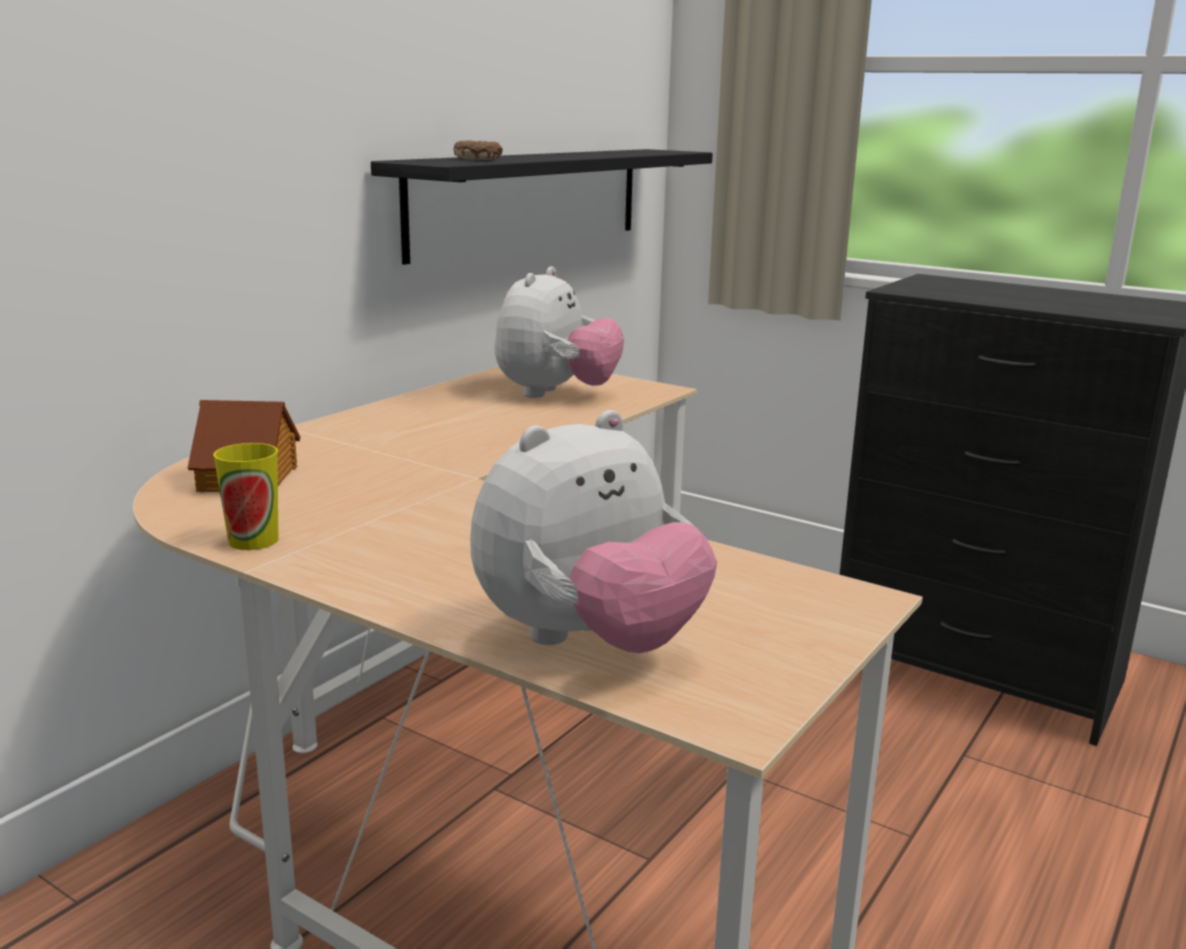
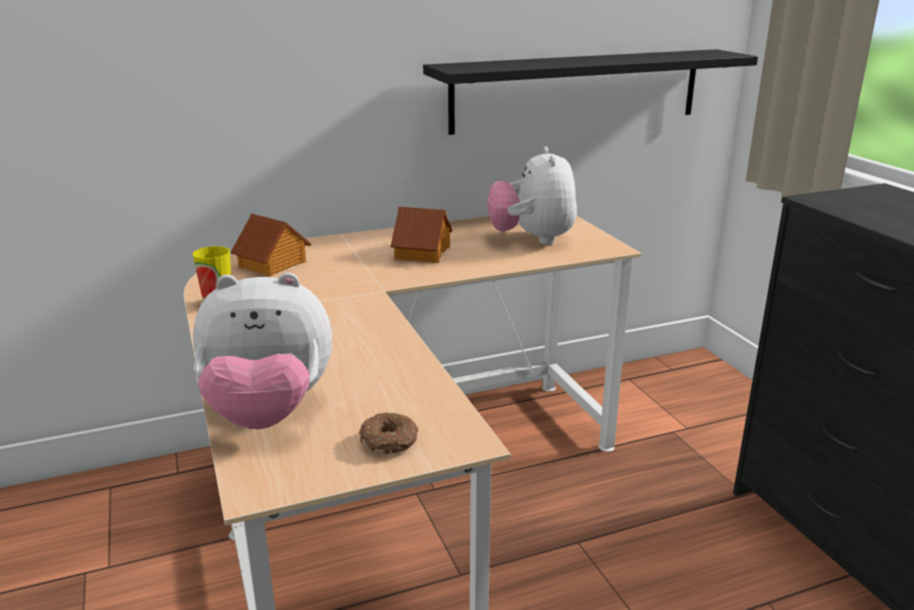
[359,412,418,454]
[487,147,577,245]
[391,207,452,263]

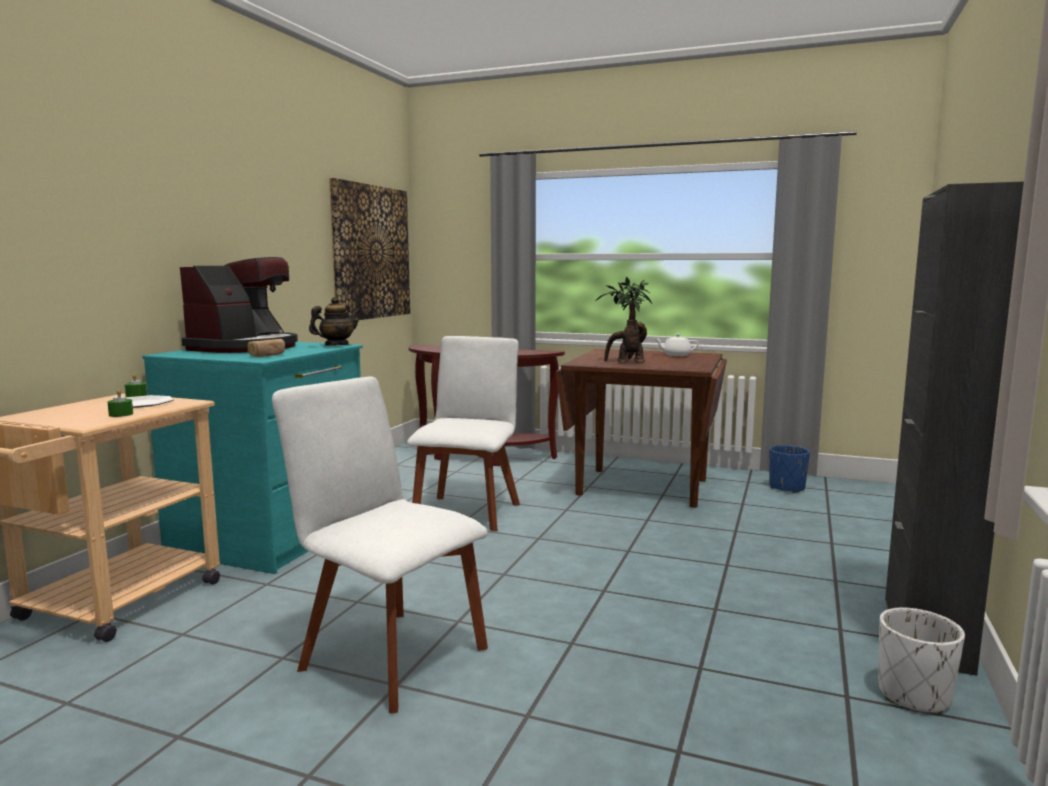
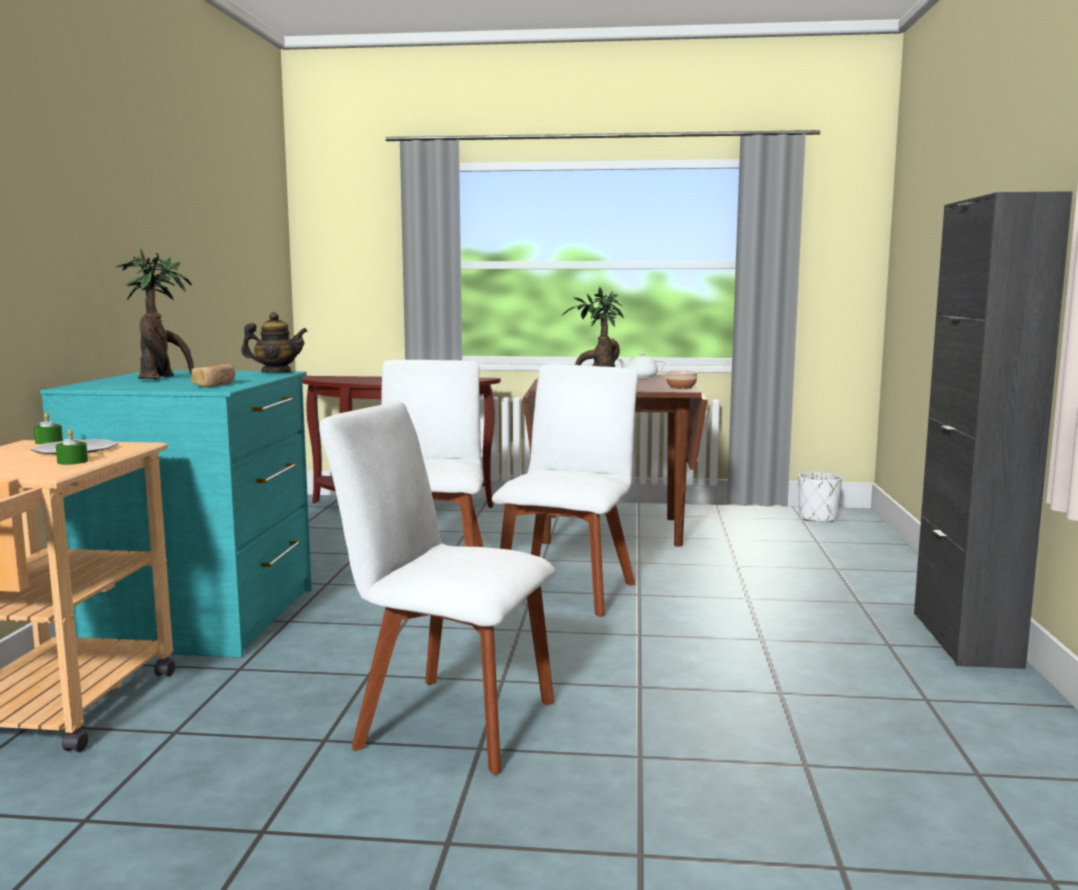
[116,248,194,379]
[241,312,308,373]
[329,178,410,320] (first image)
[769,445,810,493] (first image)
[798,472,842,522]
[492,364,638,617]
[666,371,698,389]

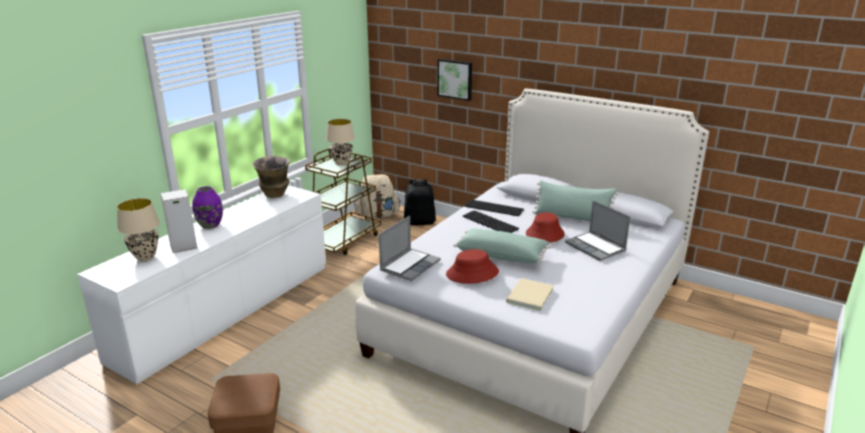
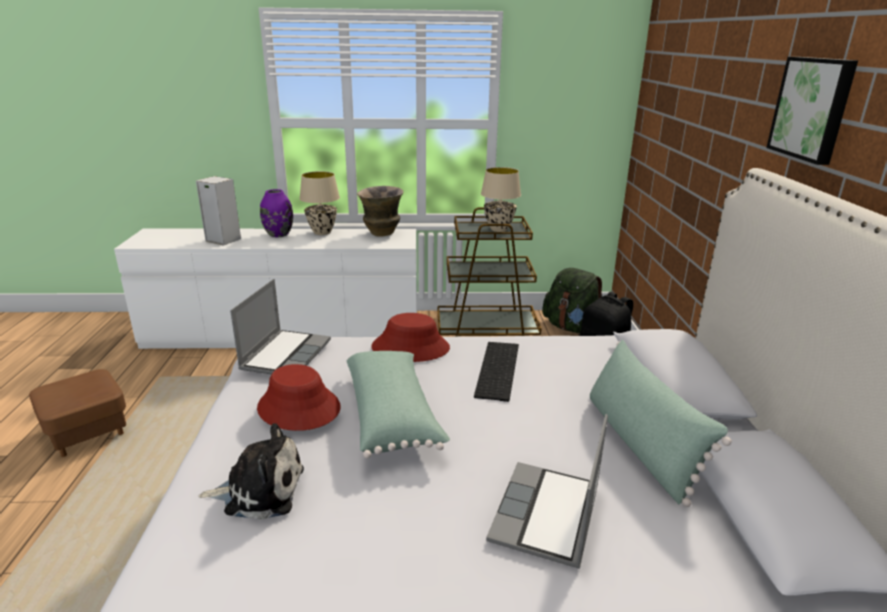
[299,171,340,235]
[542,268,603,333]
[230,279,331,374]
[766,57,858,165]
[465,199,524,216] (first image)
[198,423,304,520]
[371,313,450,362]

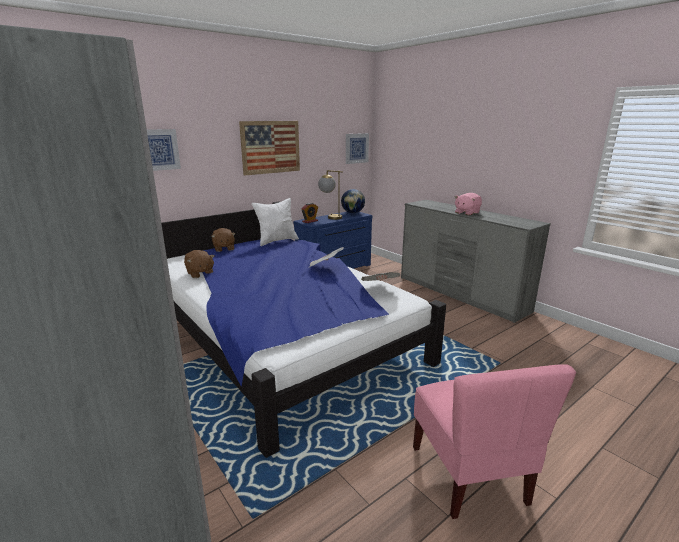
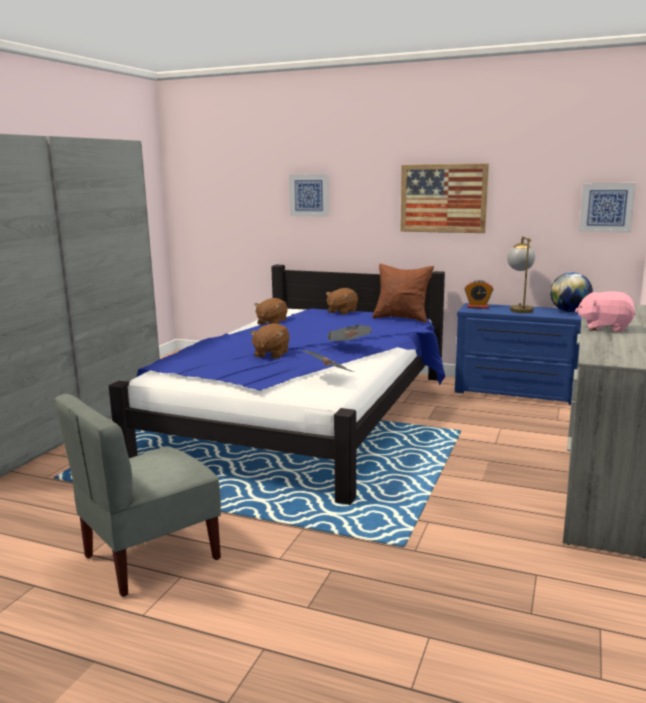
[372,264,434,323]
[54,394,221,597]
[250,323,290,359]

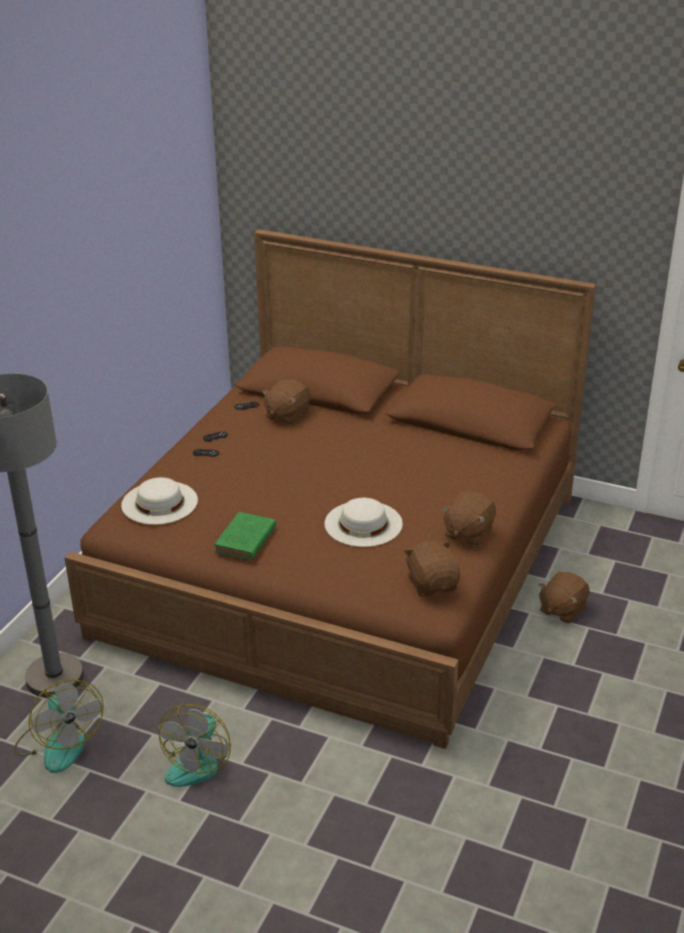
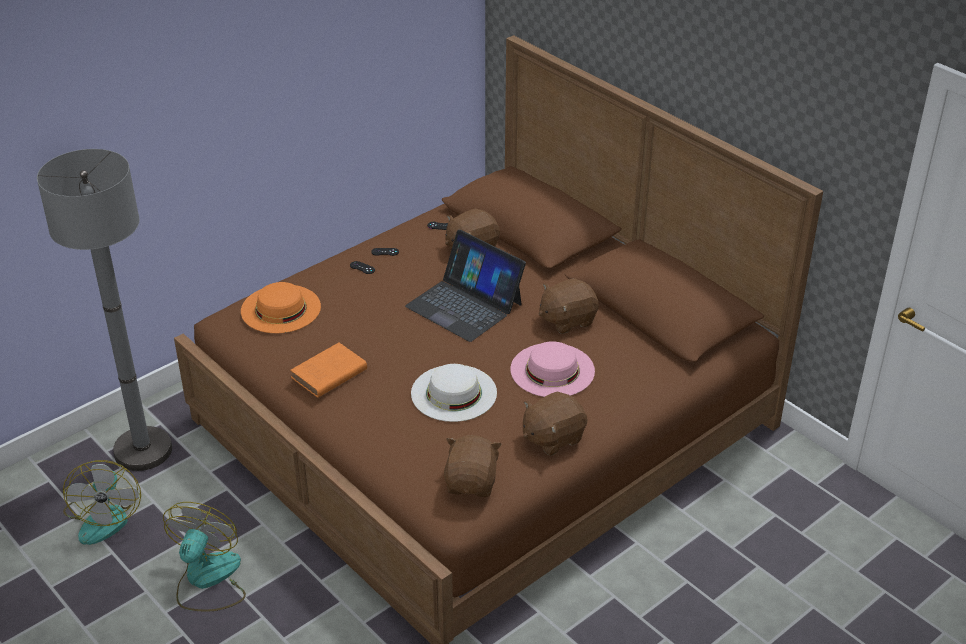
[241,282,321,333]
[163,502,246,611]
[290,343,367,398]
[539,278,599,334]
[405,230,526,342]
[510,341,595,397]

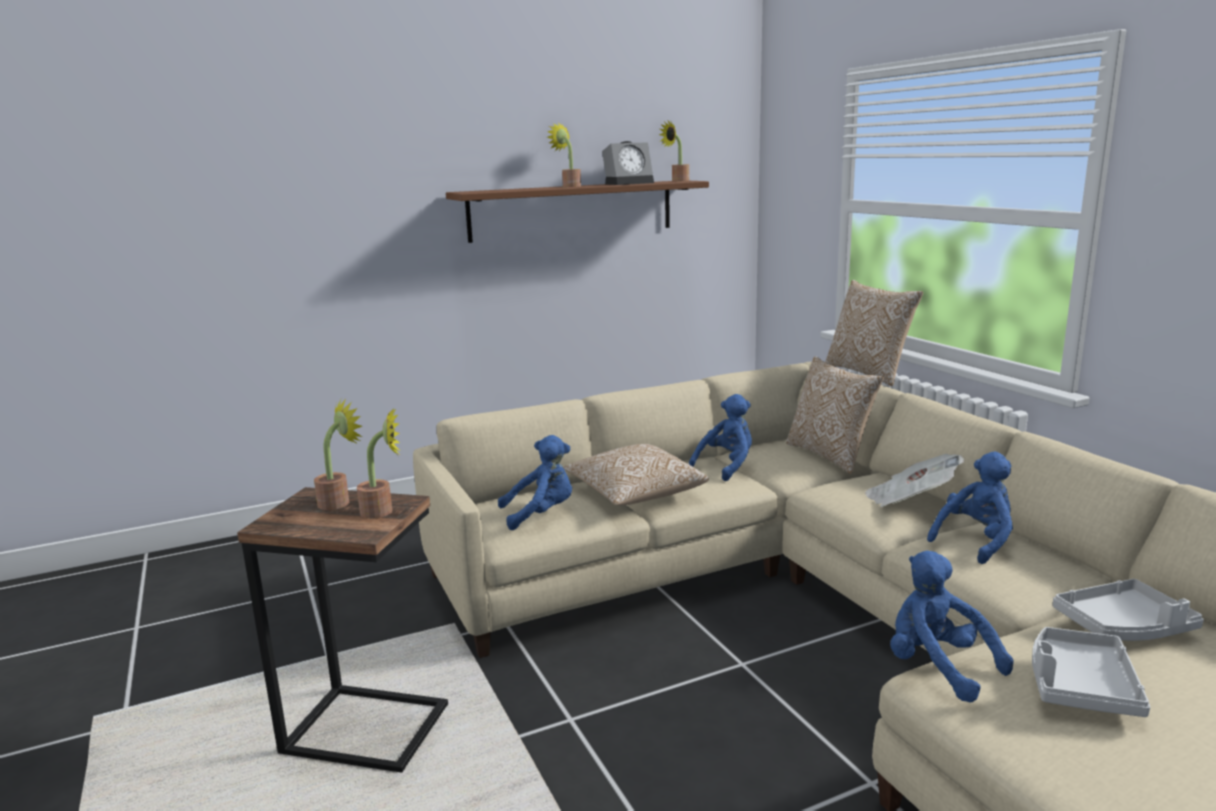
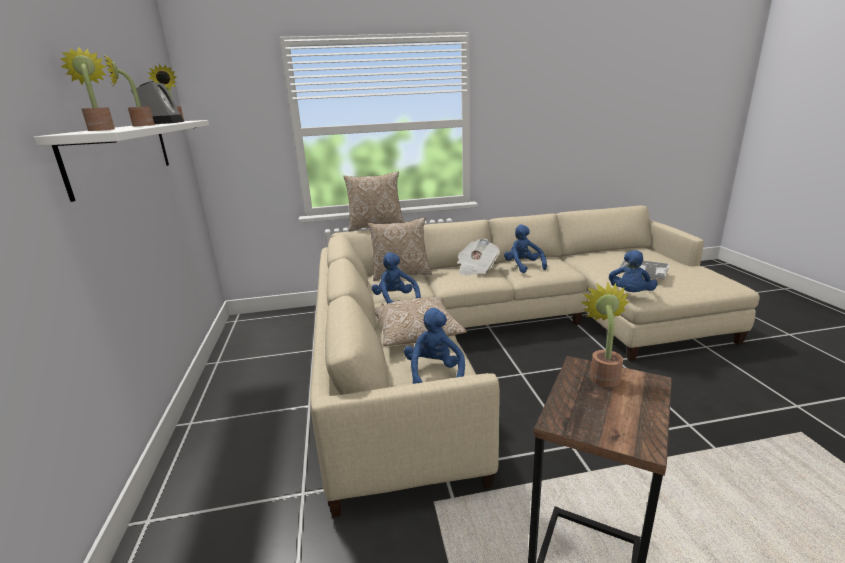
[61,47,115,131]
[34,120,209,202]
[609,250,658,292]
[1053,579,1204,641] (first image)

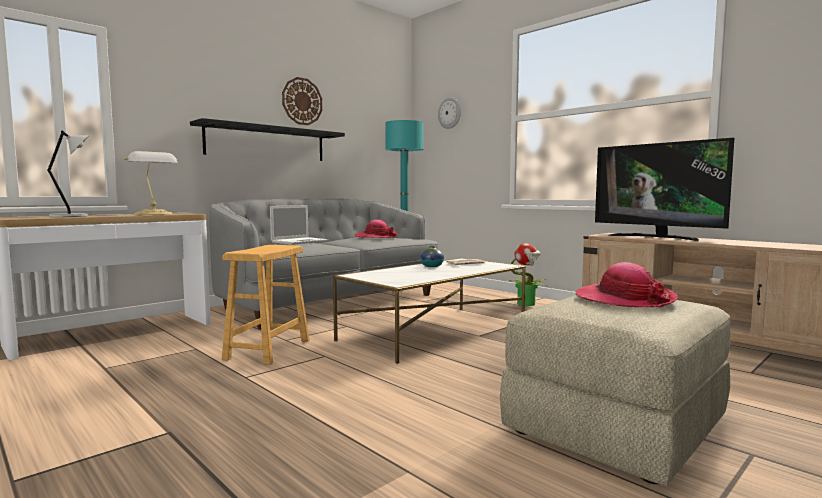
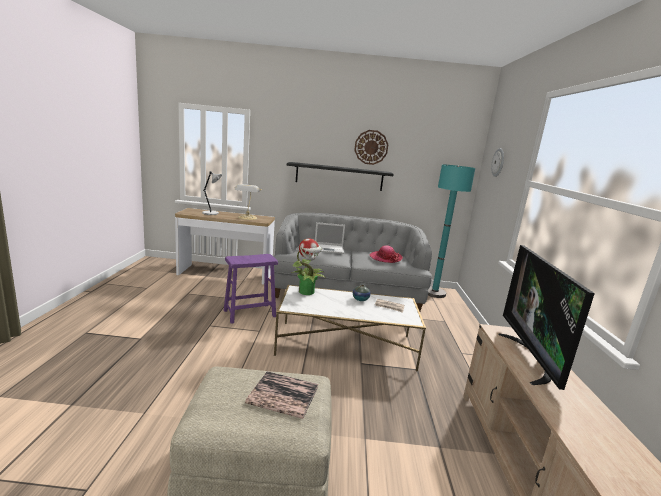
[224,254,278,324]
[292,238,326,295]
[245,371,318,419]

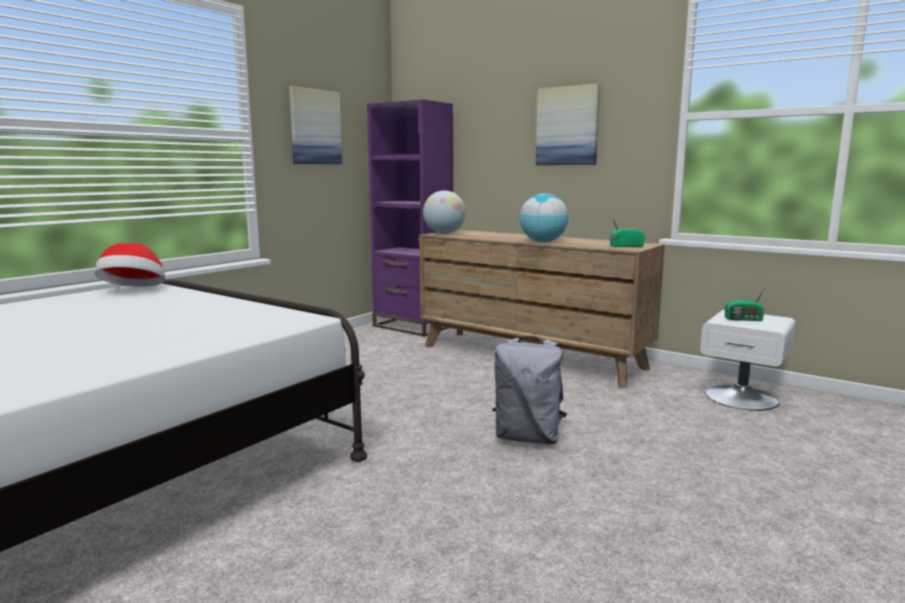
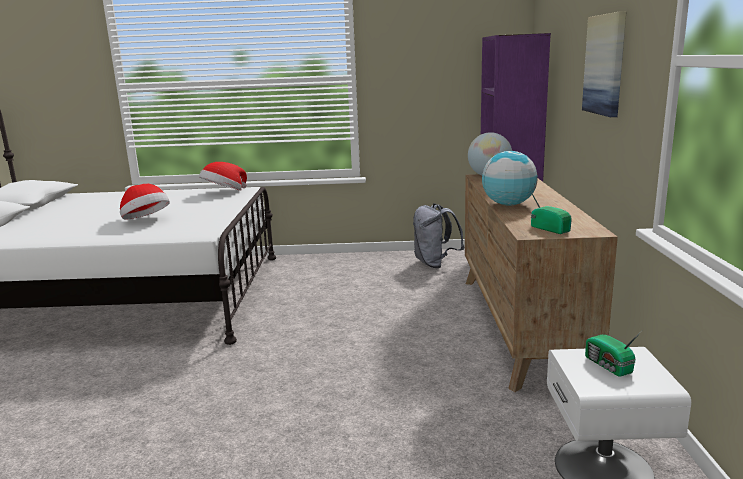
[289,86,342,164] (first image)
[413,203,464,268]
[120,184,170,220]

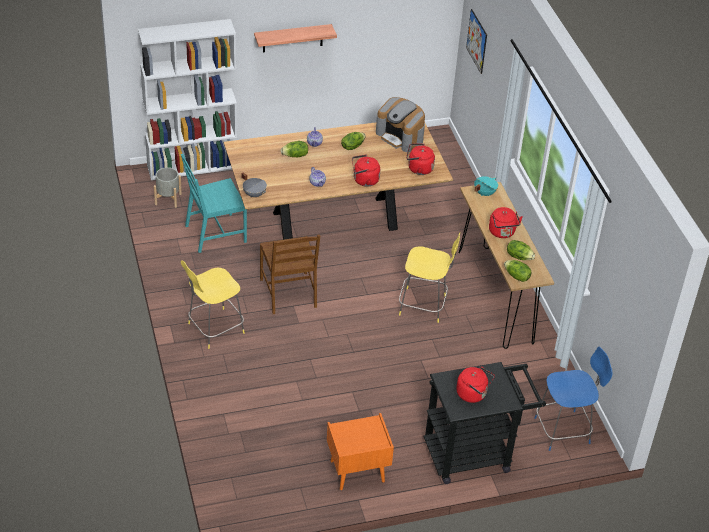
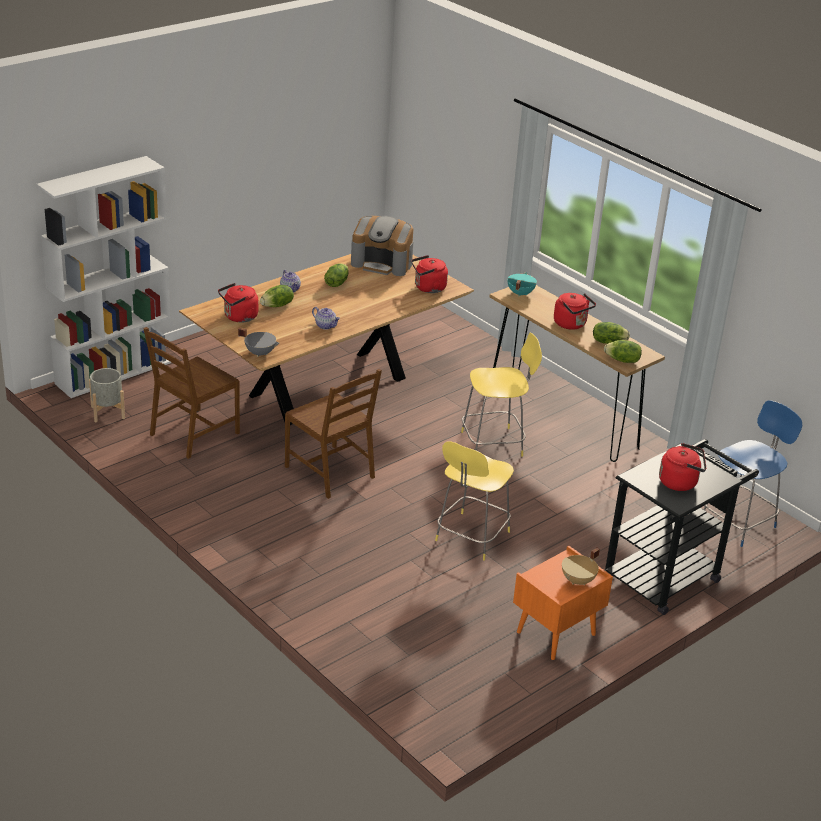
[143,327,240,459]
[435,442,514,561]
[254,24,337,52] (first image)
[218,283,258,323]
[466,9,487,74] (first image)
[562,548,600,585]

